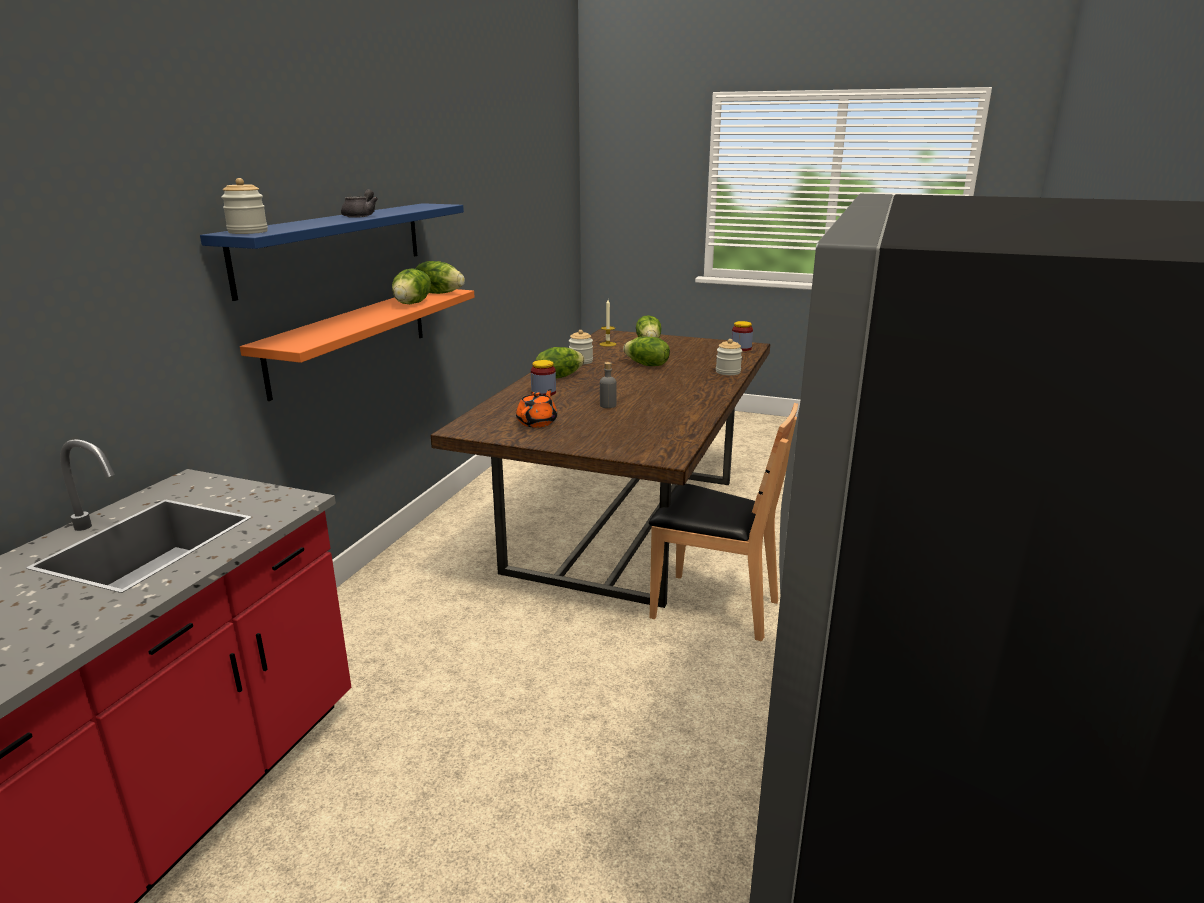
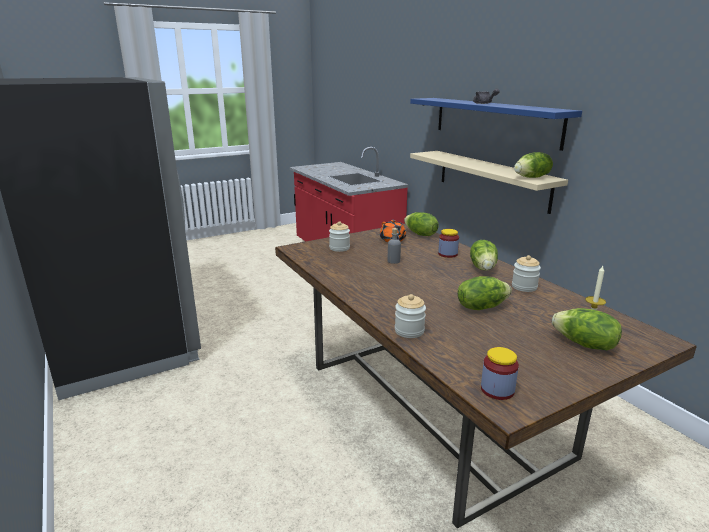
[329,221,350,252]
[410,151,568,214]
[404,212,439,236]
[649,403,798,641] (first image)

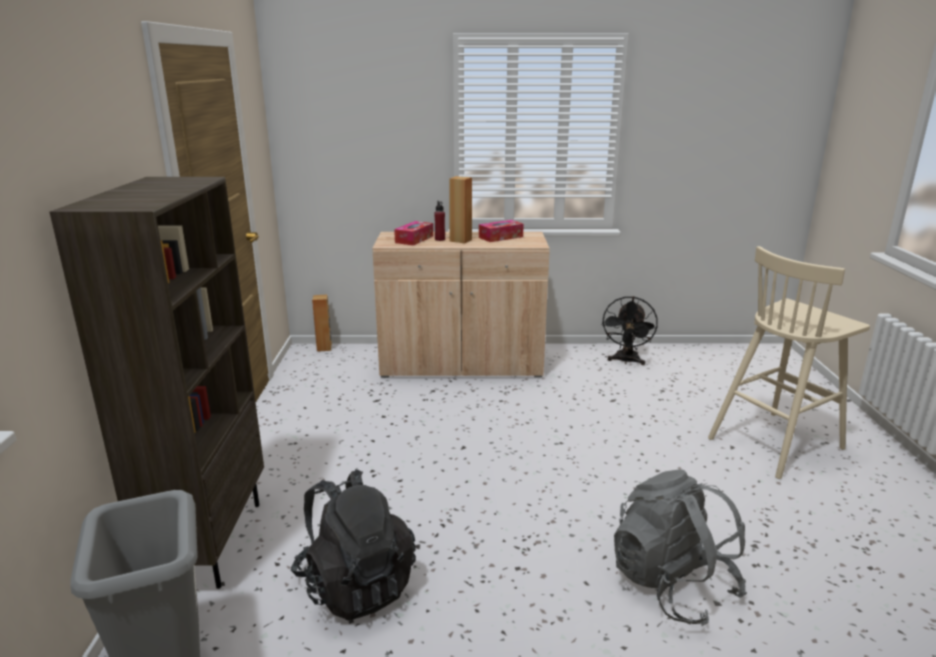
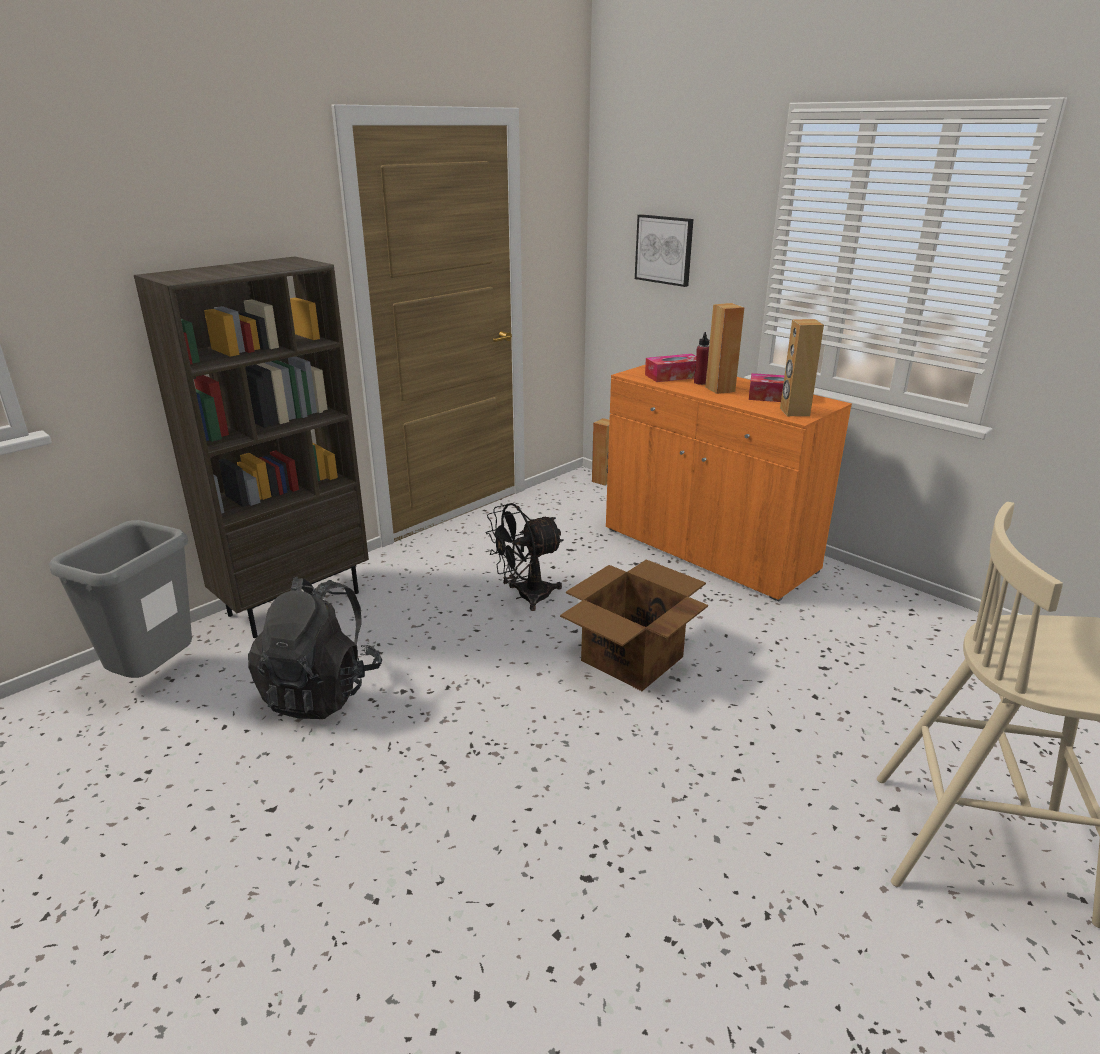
[606,365,852,602]
[486,503,564,611]
[614,469,747,626] (first image)
[560,559,708,691]
[635,214,693,287]
[780,319,824,416]

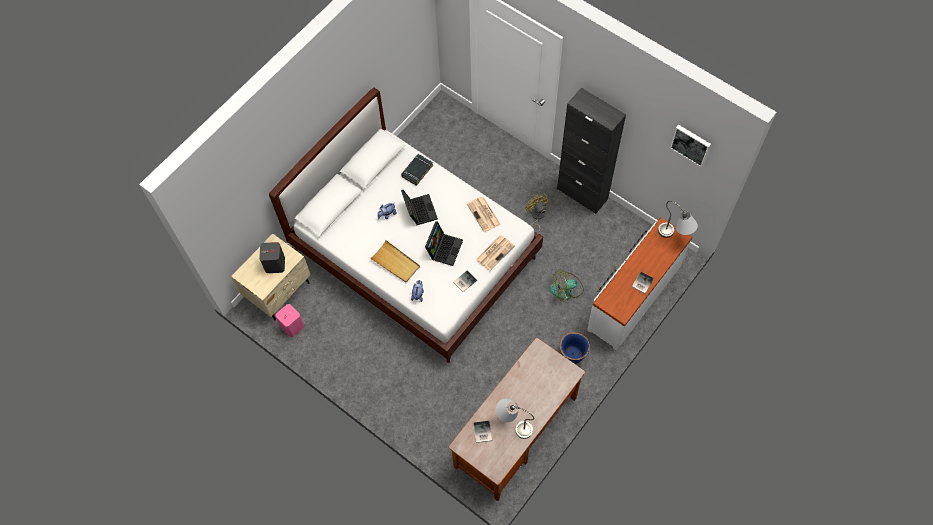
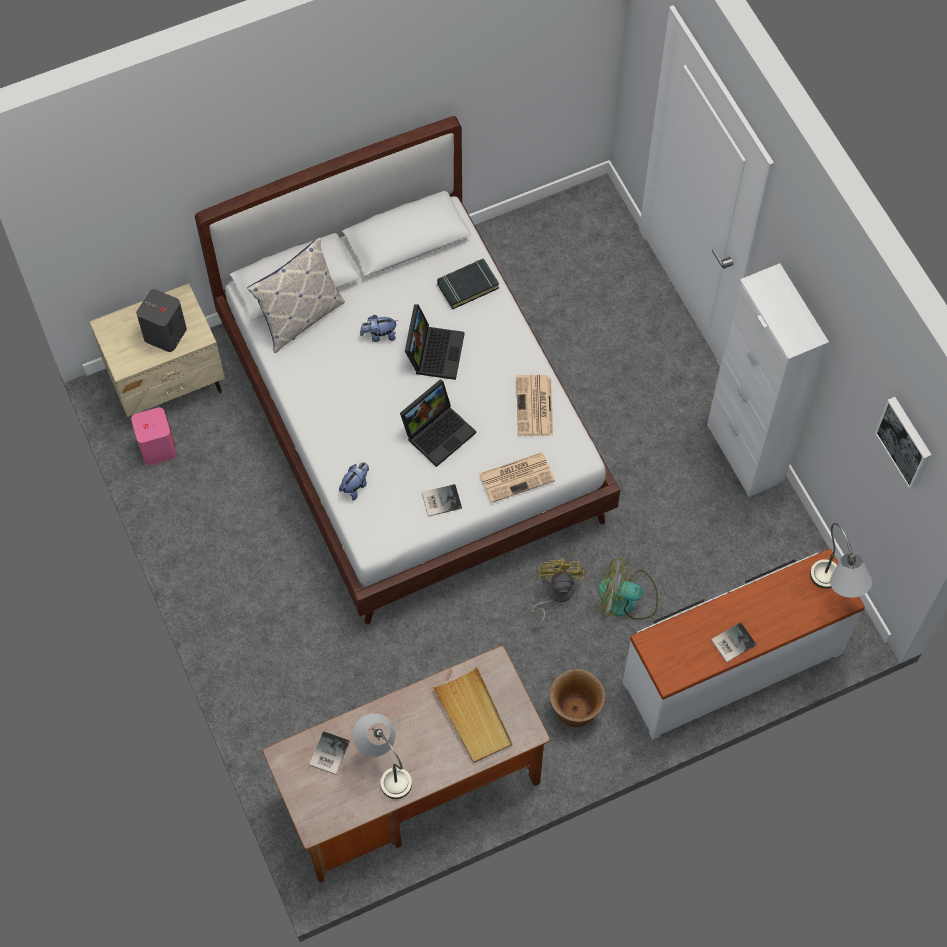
[433,667,512,763]
[531,558,586,629]
[707,263,829,497]
[549,669,606,727]
[247,237,345,353]

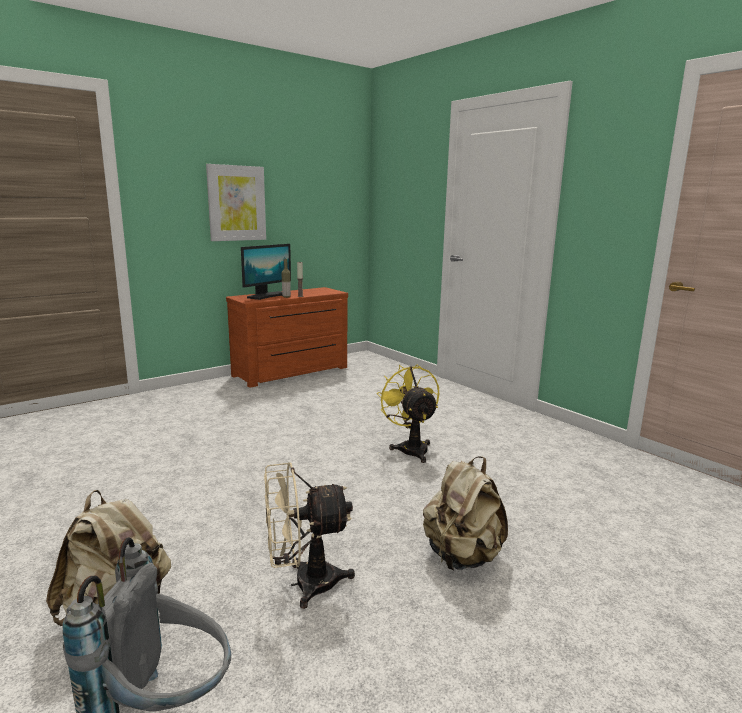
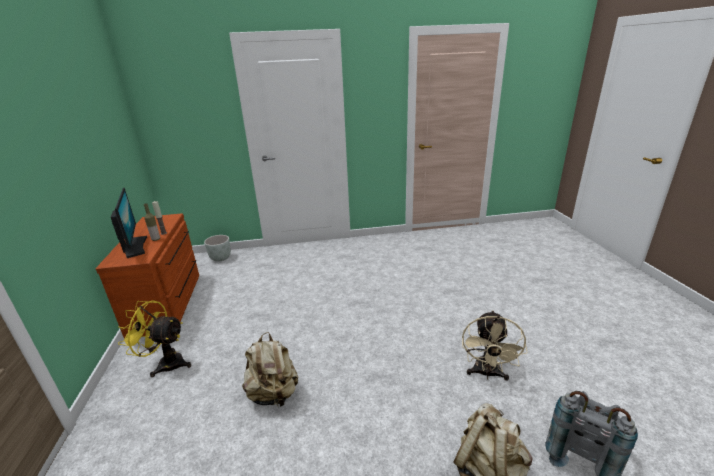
[206,164,266,241] (first image)
[118,300,191,377]
[242,332,299,409]
[204,235,231,262]

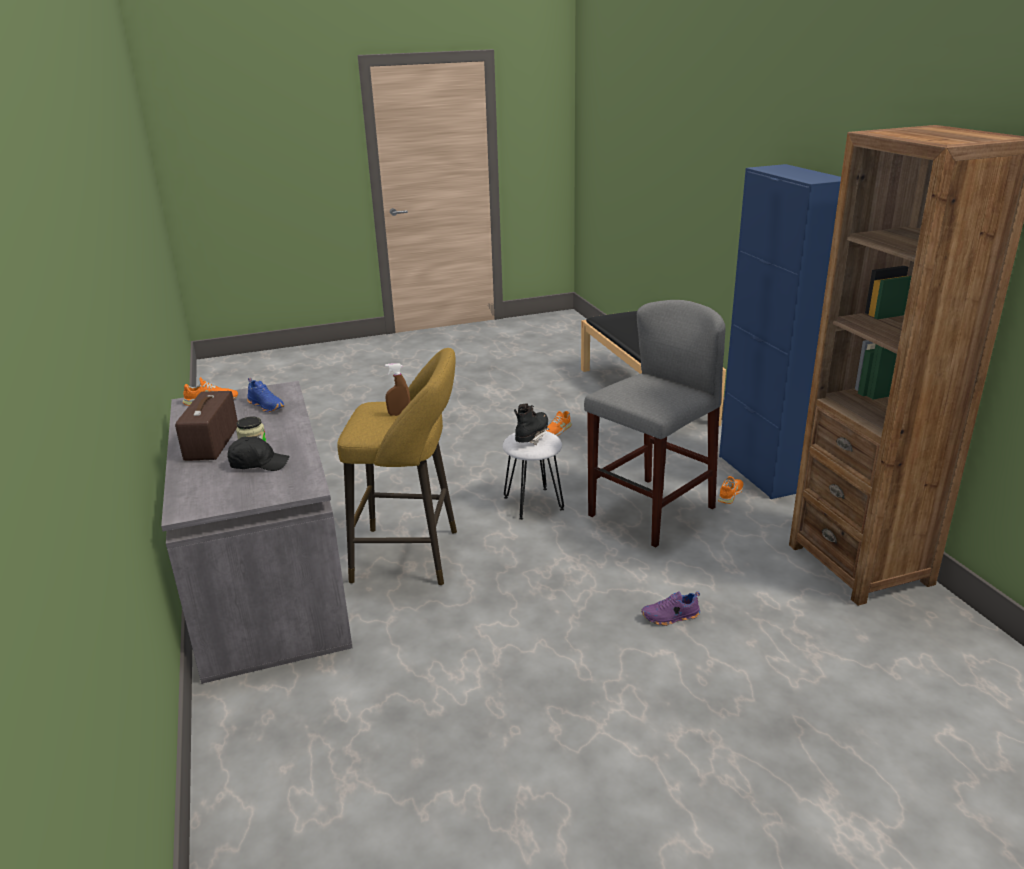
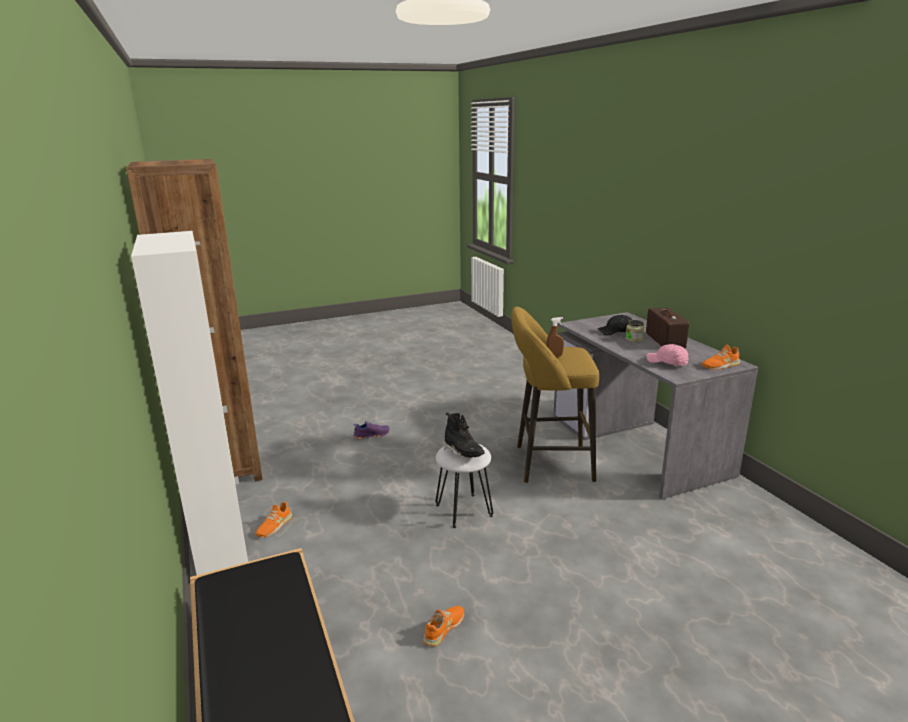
[647,344,689,366]
[445,412,485,458]
[584,300,726,548] (first image)
[131,231,248,575]

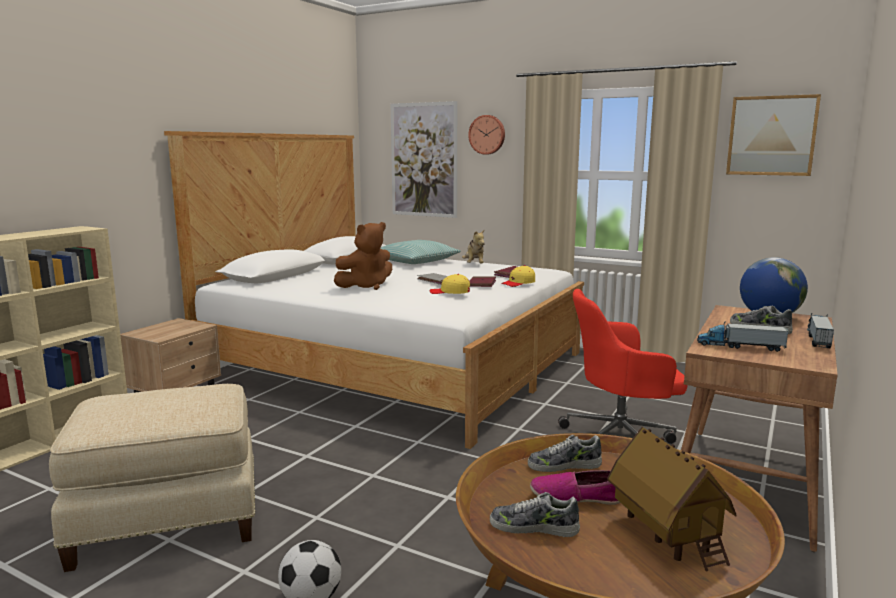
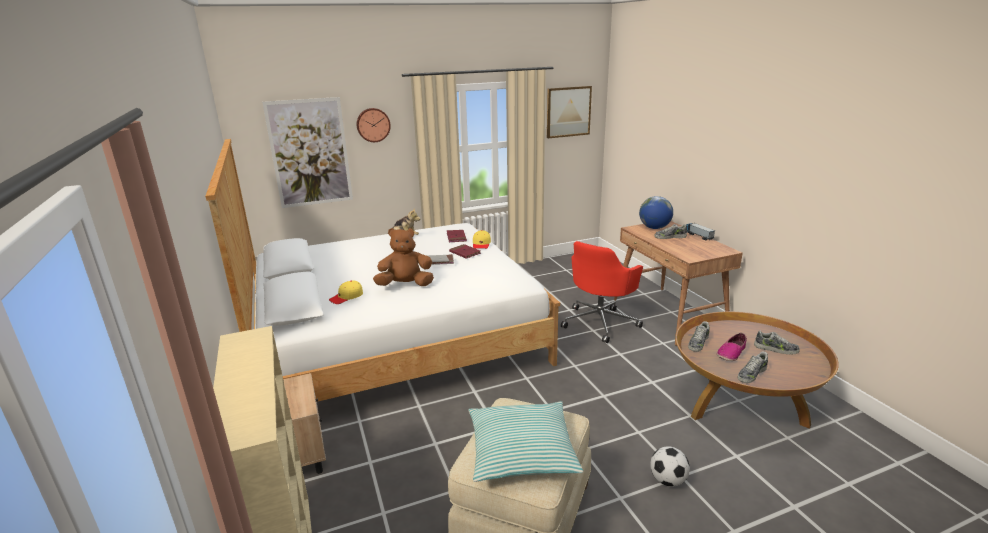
[373,228,434,286]
[469,401,583,482]
[329,280,363,304]
[754,331,800,355]
[697,321,789,352] (first image)

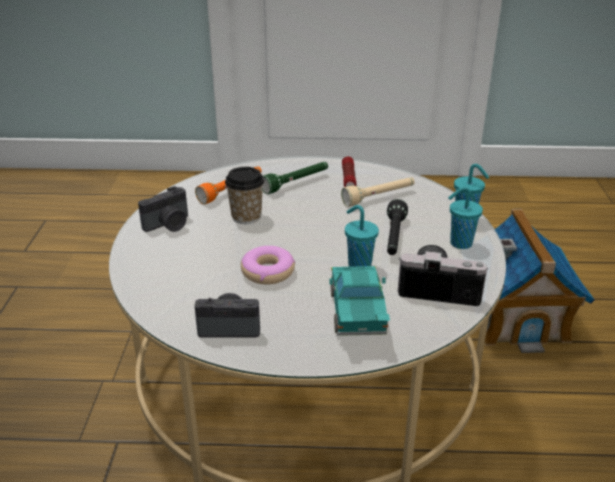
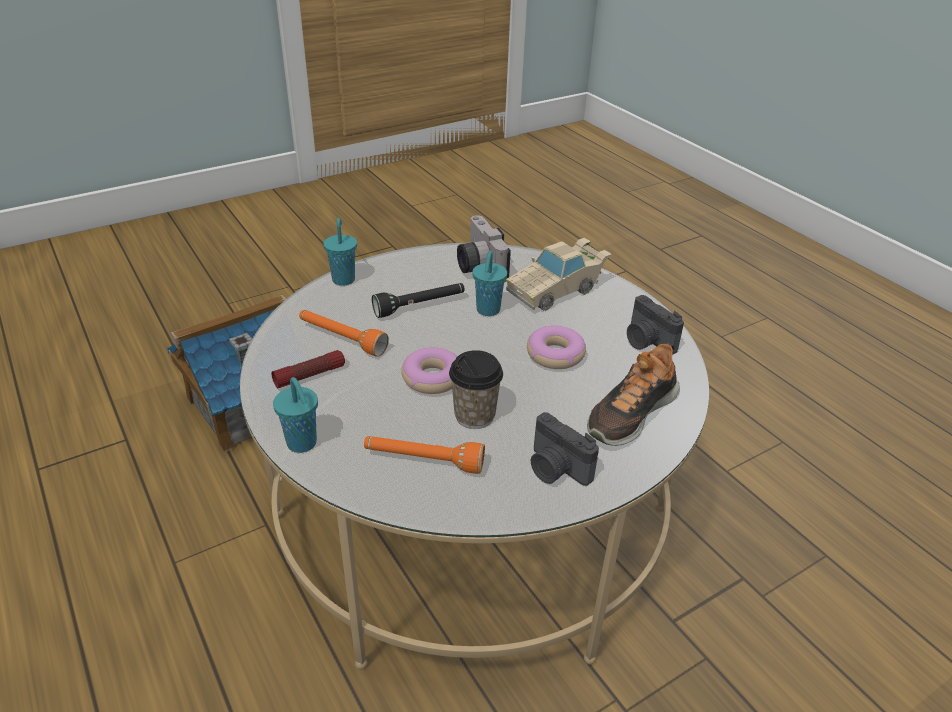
[531,412,599,486]
[263,162,328,194] (first image)
[506,238,611,311]
[299,310,389,357]
[273,377,318,453]
[401,347,458,394]
[587,344,680,446]

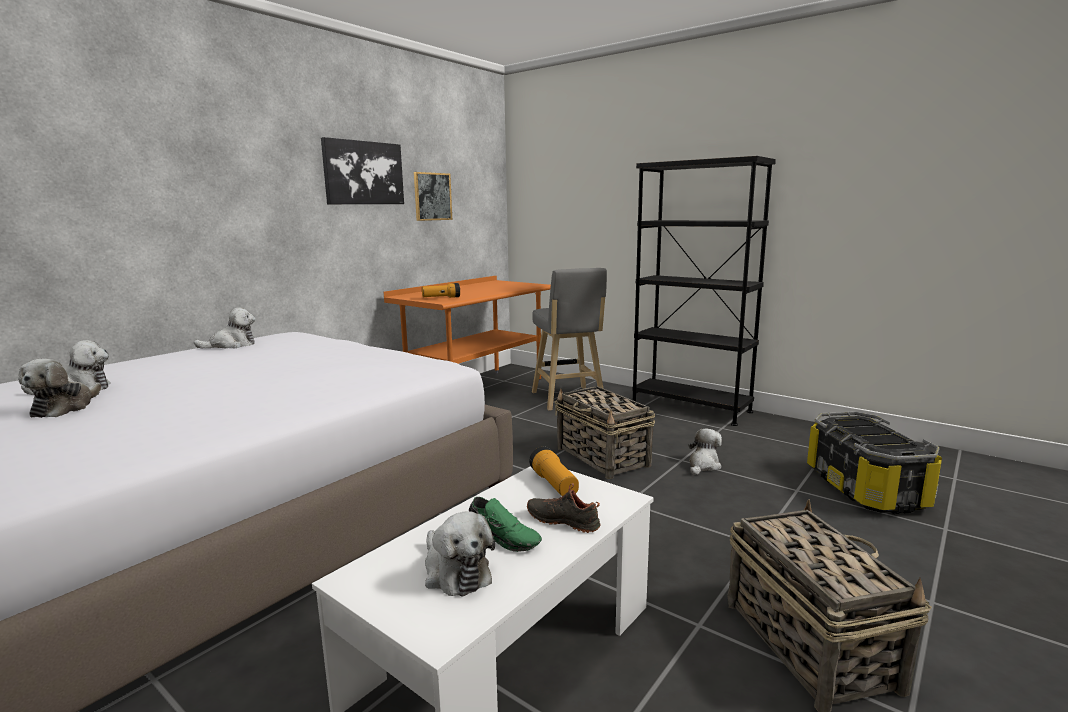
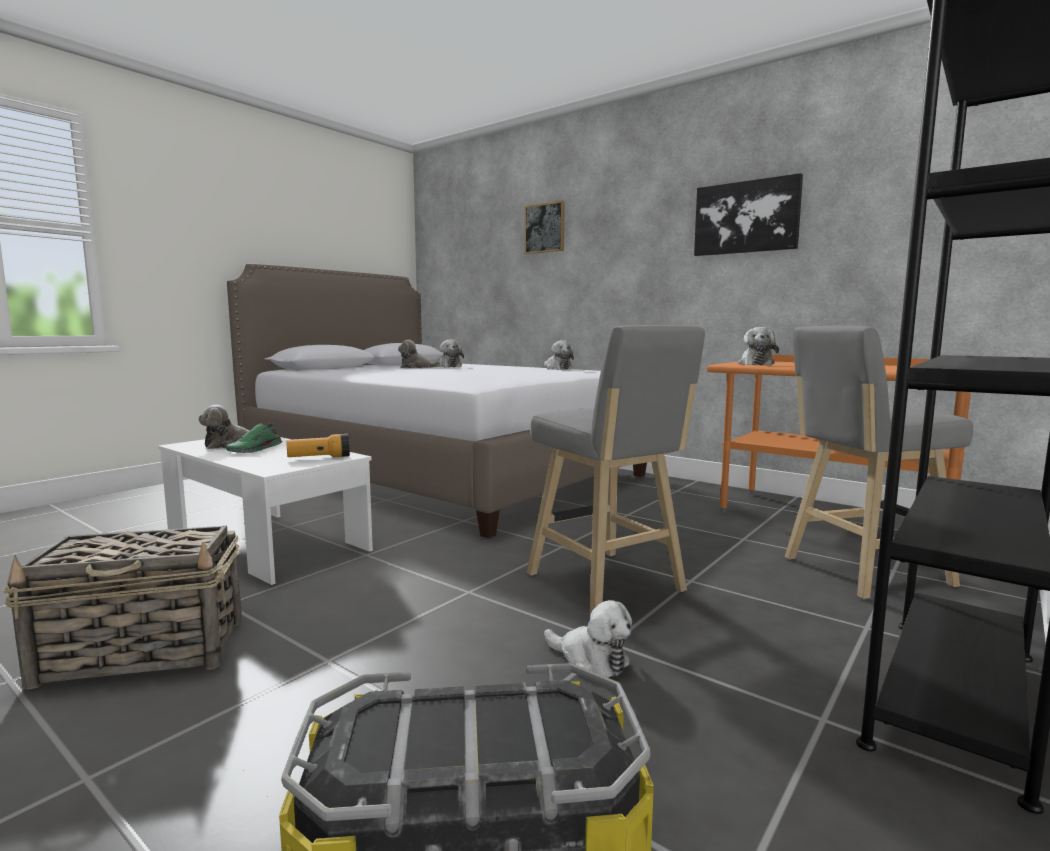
[524,200,565,254]
[738,327,779,365]
[527,483,600,533] (first image)
[527,325,705,615]

